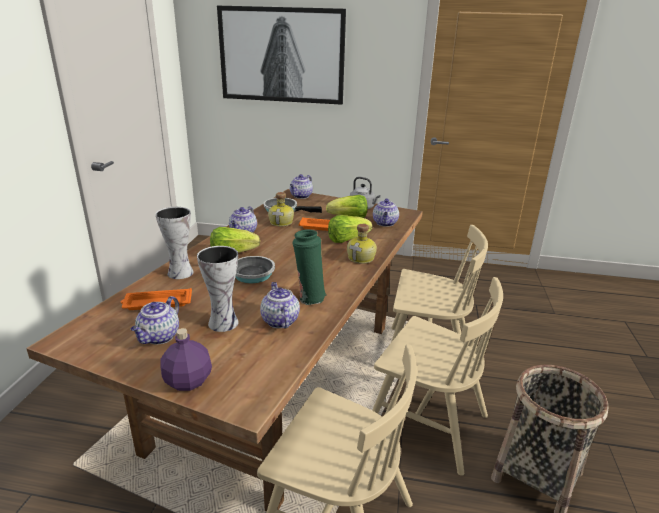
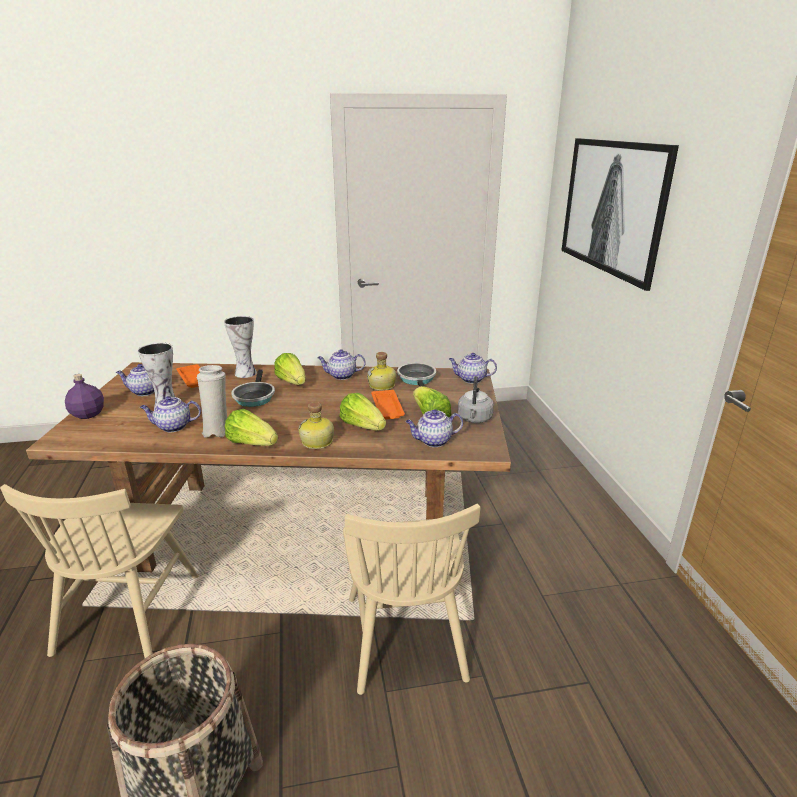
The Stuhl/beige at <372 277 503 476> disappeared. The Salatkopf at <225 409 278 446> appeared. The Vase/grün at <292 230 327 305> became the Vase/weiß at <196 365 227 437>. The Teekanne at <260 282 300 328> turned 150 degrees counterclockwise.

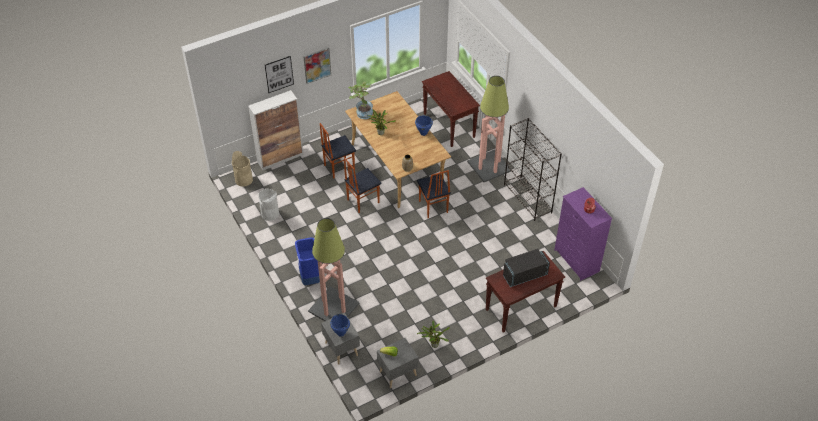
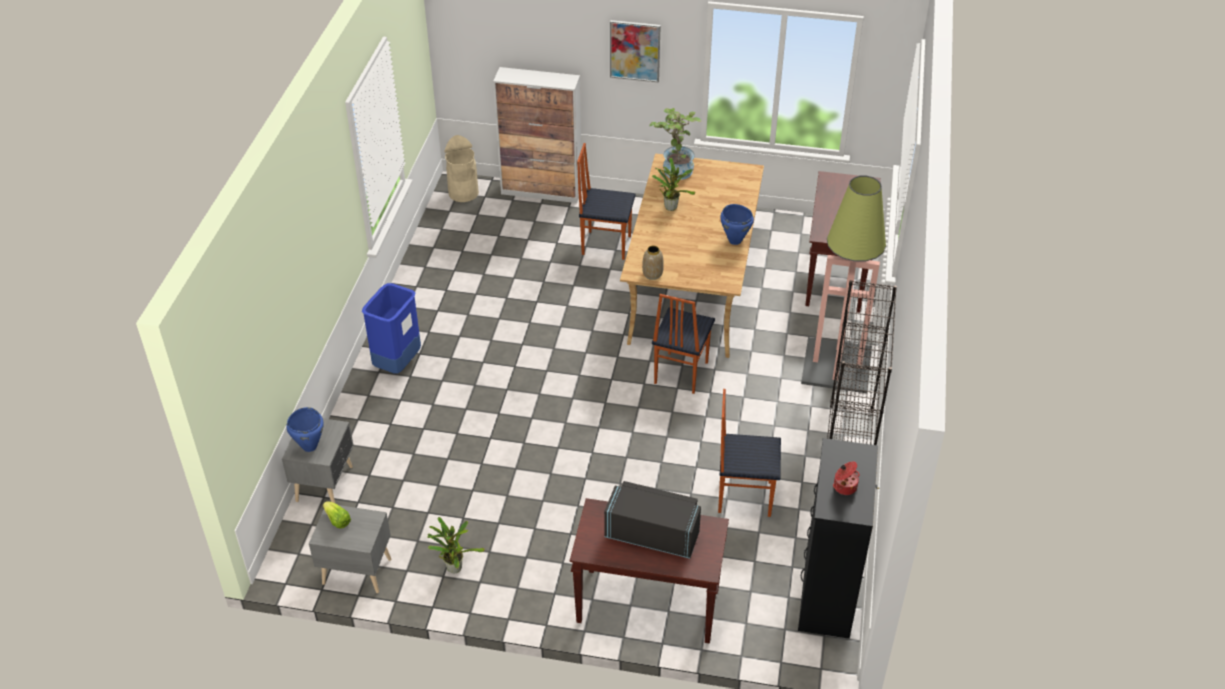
The Mülleimer/weiß at <258 189 279 221> disappeared. The Bild at <265 56 294 93> disappeared. The Stehlampe at <308 218 360 321> disappeared. The Stuhl moved from <344 158 381 213> to <718 389 781 517>. The Kommode/lila at <554 187 612 281> became the Kommode/schwarz at <798 438 879 639>.

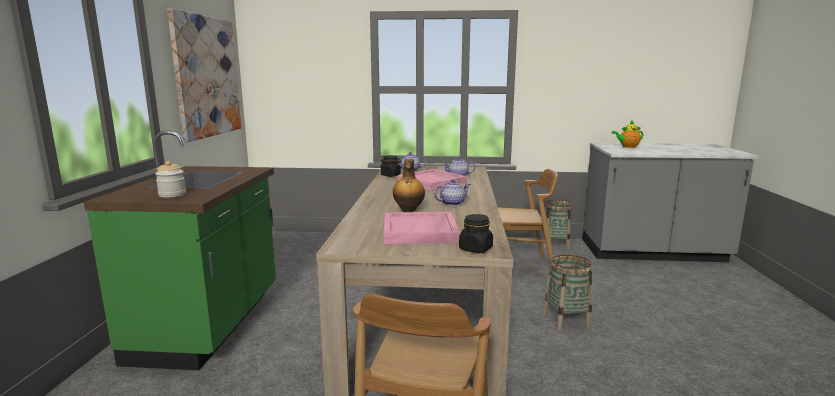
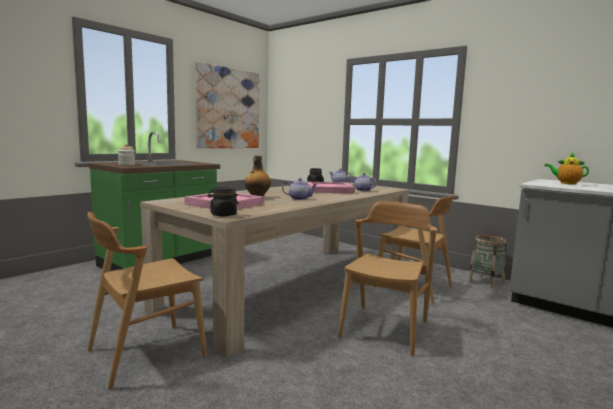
The Korb at <543 254 592 330> was replaced by the Stuhl/braun at <338 201 437 357>.

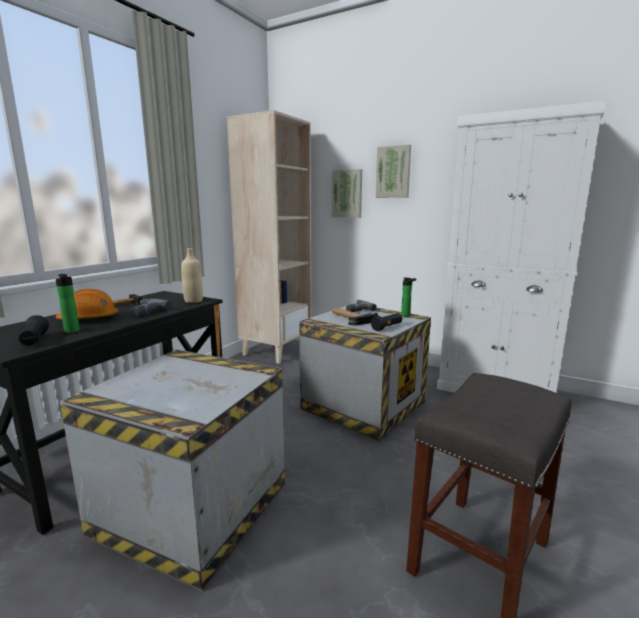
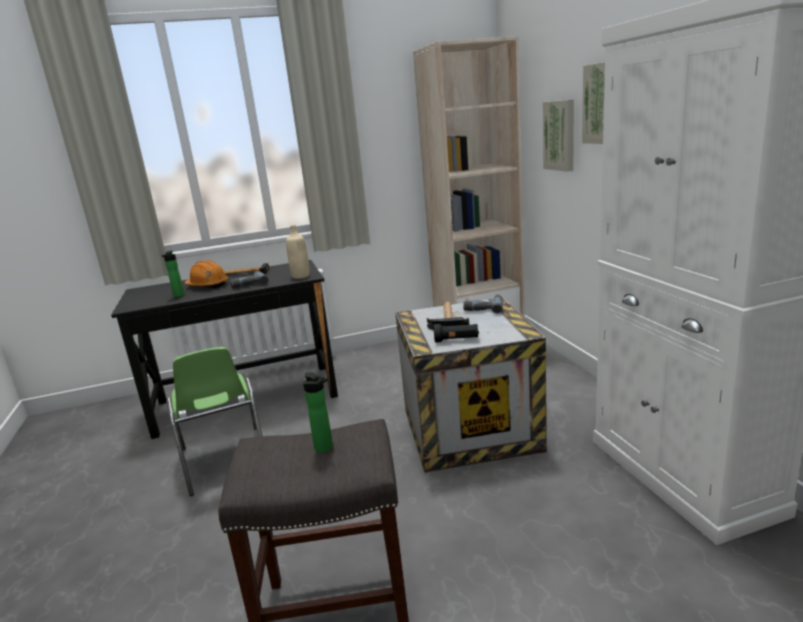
The Taschenlampe/schwarz at <18 315 49 345> disappeared. The Flasche moved from <401 277 416 317> to <303 372 333 453>. The Kiste at <60 349 285 592> was replaced by the Stuhl/grün at <166 347 263 496>.

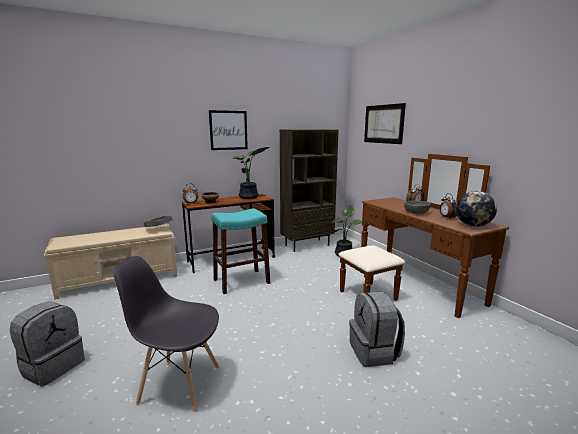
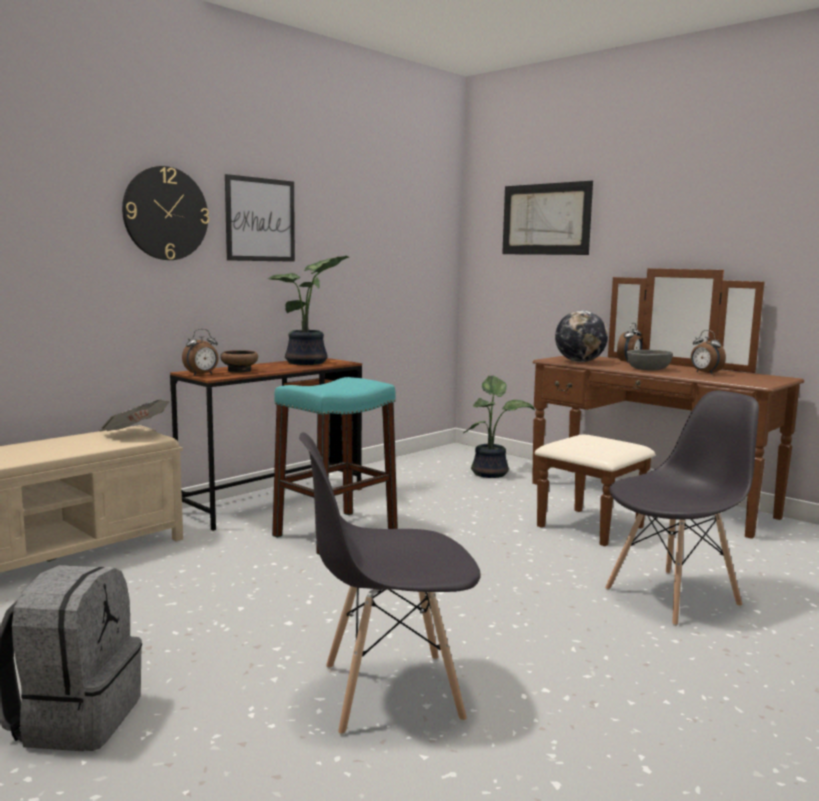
The Bücherregal/braun at <280 129 339 252> disappeared. The Wanduhr at <122 166 209 260> appeared. The Globus moved from <456 191 497 227> to <555 310 608 362>. The Rucksack/grau at <349 291 405 367> was replaced by the Stuhl/grau at <605 391 759 626>.

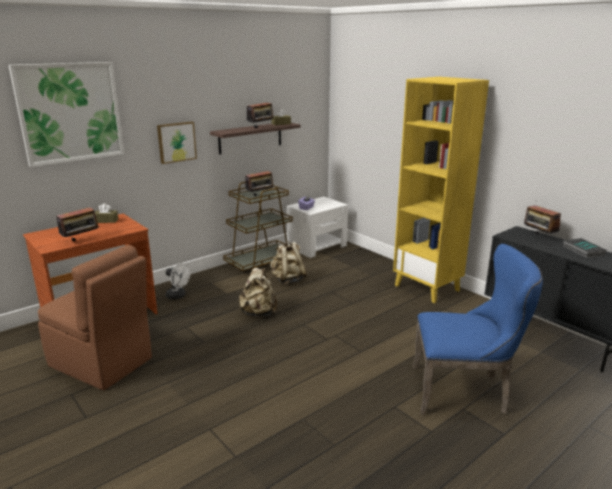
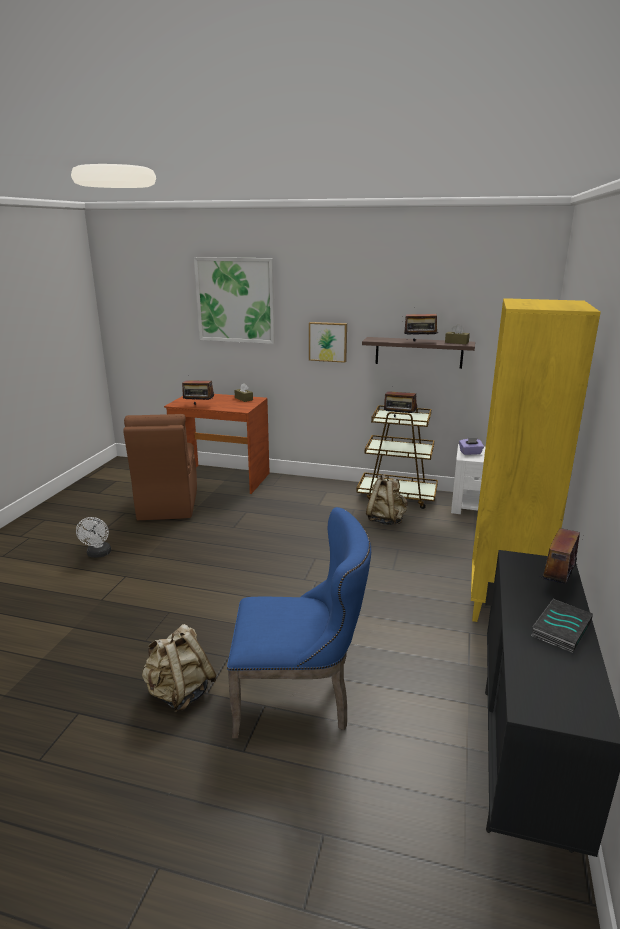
The Ventilator/weiß moved from <166 263 190 299> to <76 517 111 558>. The Rucksack/beige moved from <239 268 277 316> to <142 624 216 712>. The Stuhl/blau at <413 244 543 415> turned 60 degrees counterclockwise.

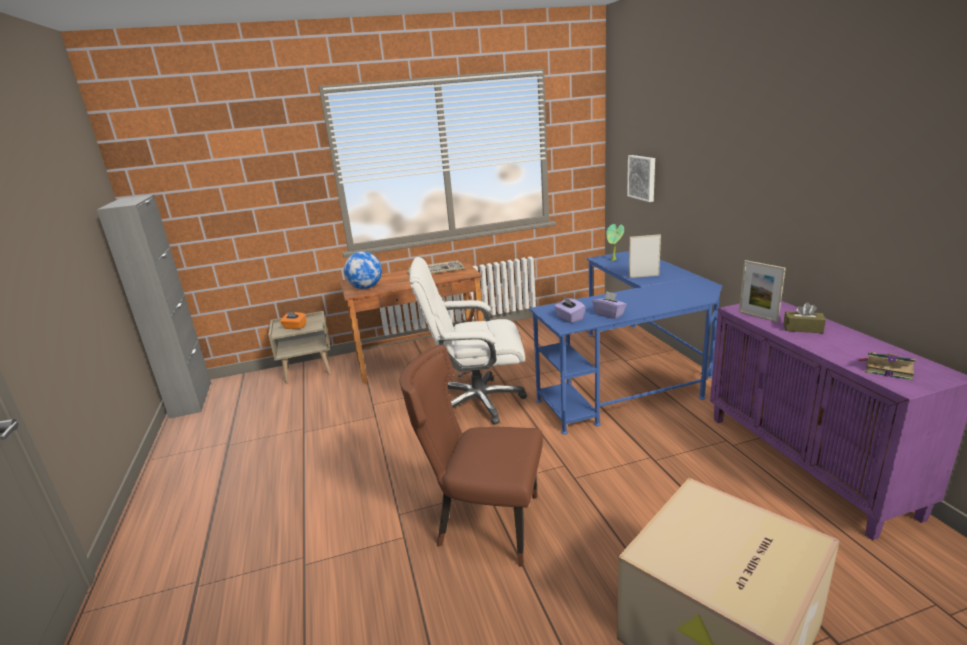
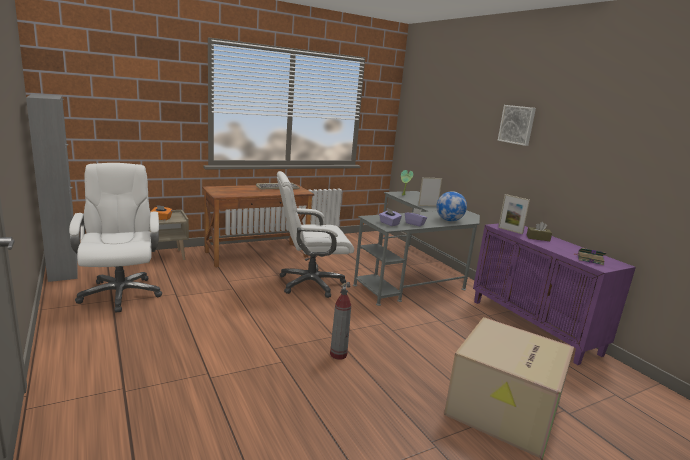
The Bürostuhl/weiß at <69 163 162 312> appeared. The Globus moved from <344 251 382 289> to <436 191 467 221>. The Bild moved from <627 155 655 202> to <498 105 536 146>. The Stuhl/braun at <400 345 543 567> was replaced by the Feuerlöscher at <330 282 351 360>. The Schreibtisch/blau at <530 251 722 435> became the Schreibtisch/grau at <353 191 480 306>.

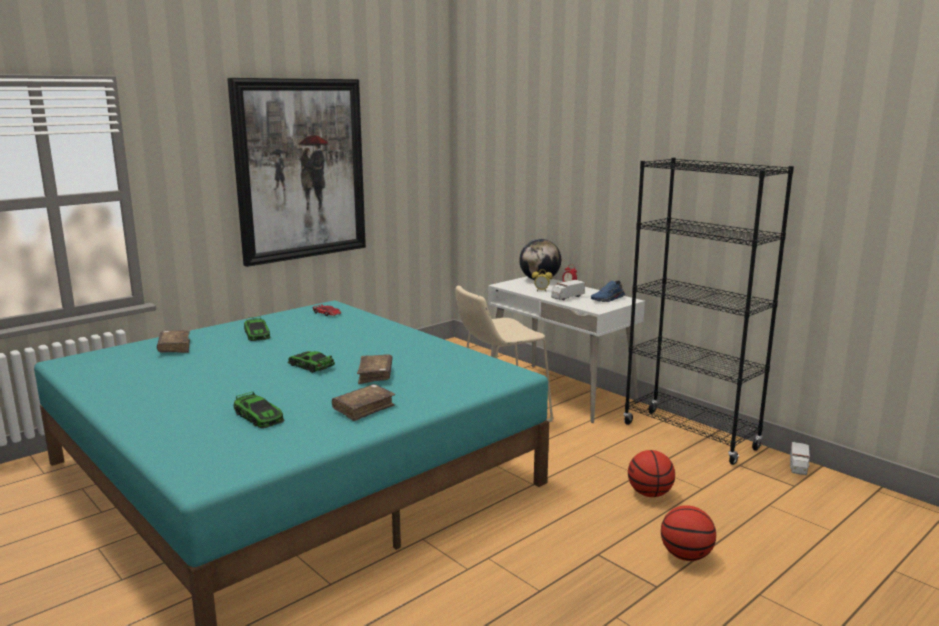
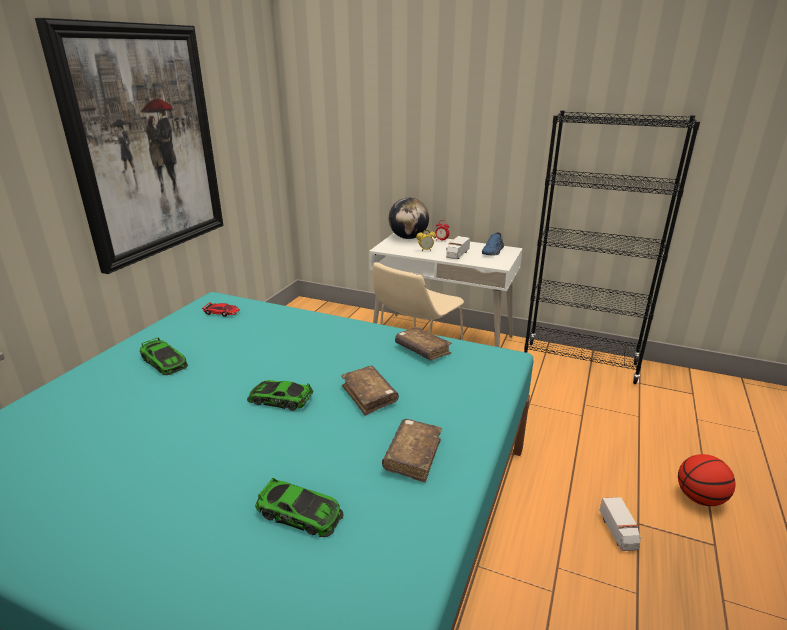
The Basketball at <628 450 675 497> disappeared. The Buch/braun moved from <157 330 190 353> to <395 327 452 361>. The Spielzeuglaster moved from <790 442 810 475> to <599 497 641 551>.

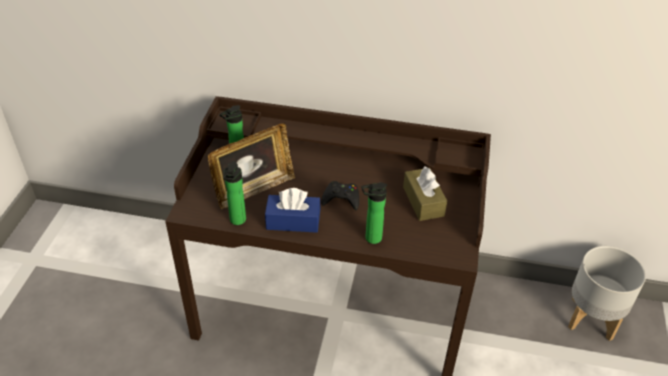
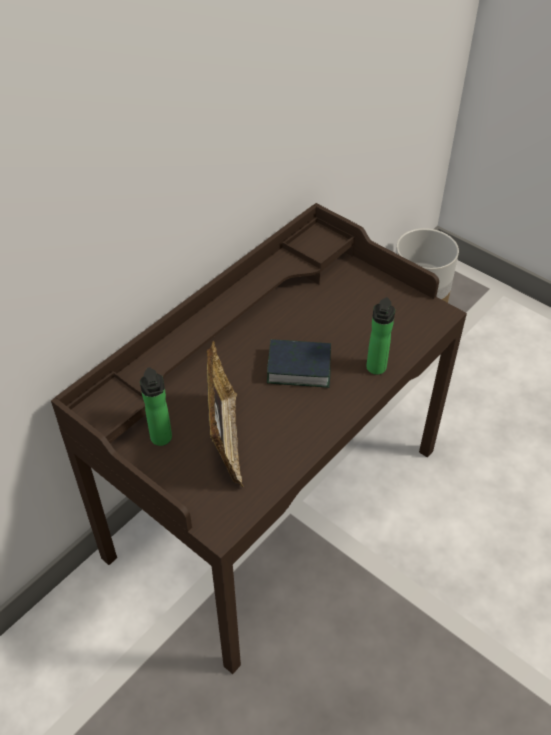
The Flasche at <223 161 246 225> disappeared. The Taschentuchbox/blau at <265 188 321 233> disappeared. The Taschentuchbox/braun at <403 166 447 221> disappeared. The Gamepad/schwarz at <321 181 359 210> was replaced by the Buch at <267 339 331 388>.

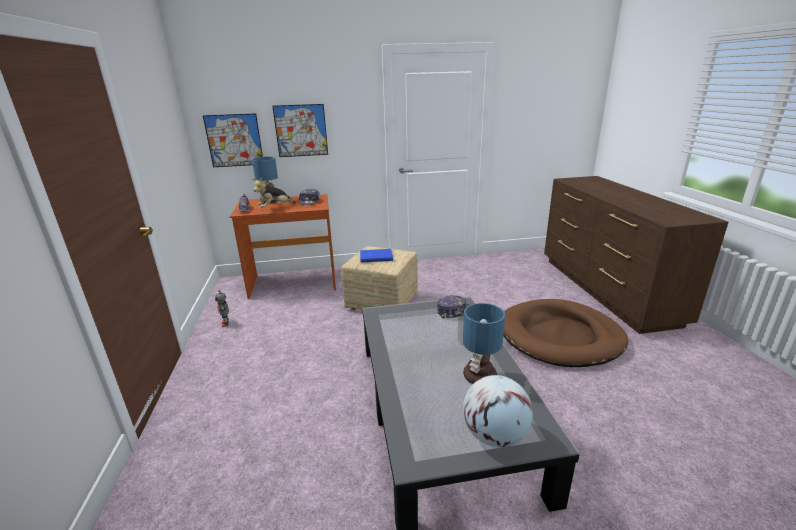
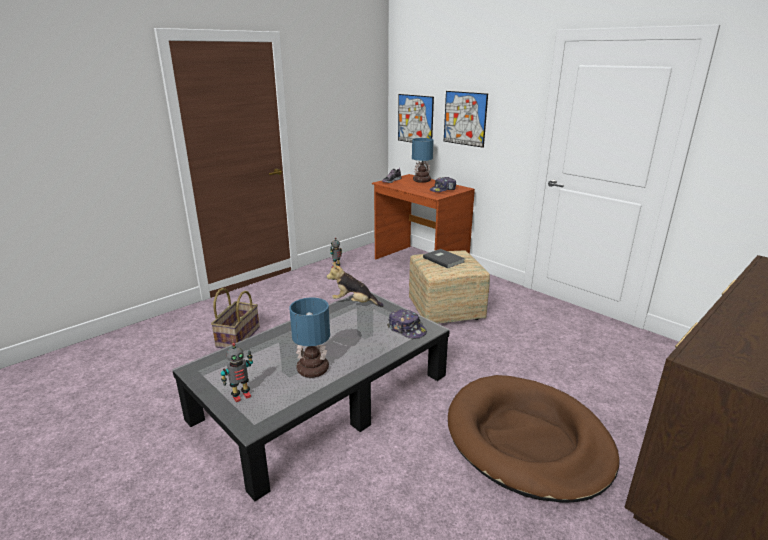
The Korb at <211 288 260 348> appeared. The Plüschtier moved from <253 178 296 208> to <327 262 384 307>. The Globus at <463 375 533 447> was replaced by the Spielzeugroboter at <221 343 253 402>. The Buch/blau at <360 249 393 263> became the Buch/grau at <423 249 465 268>.

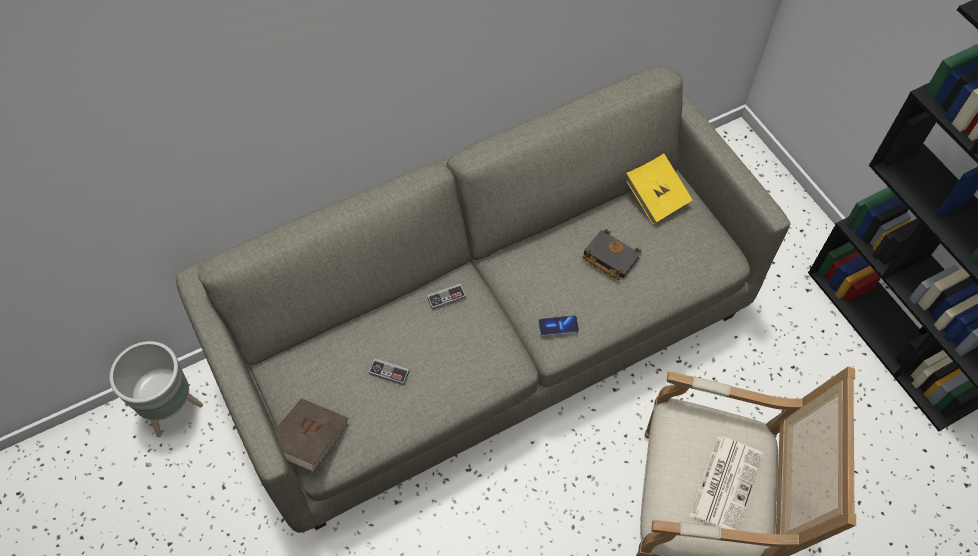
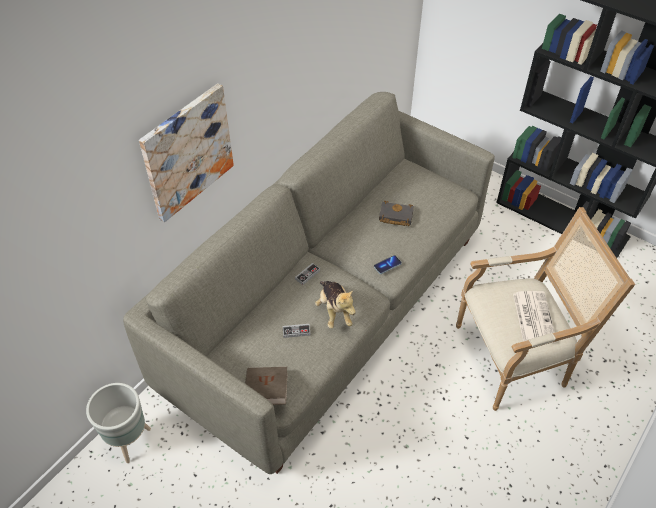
The Buch/gelb at <626 153 693 224> disappeared. The Bild at <139 83 234 223> appeared. The Plüschtier at <315 281 356 329> appeared.

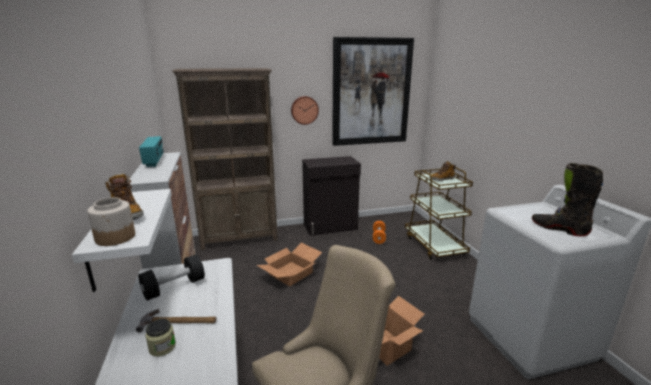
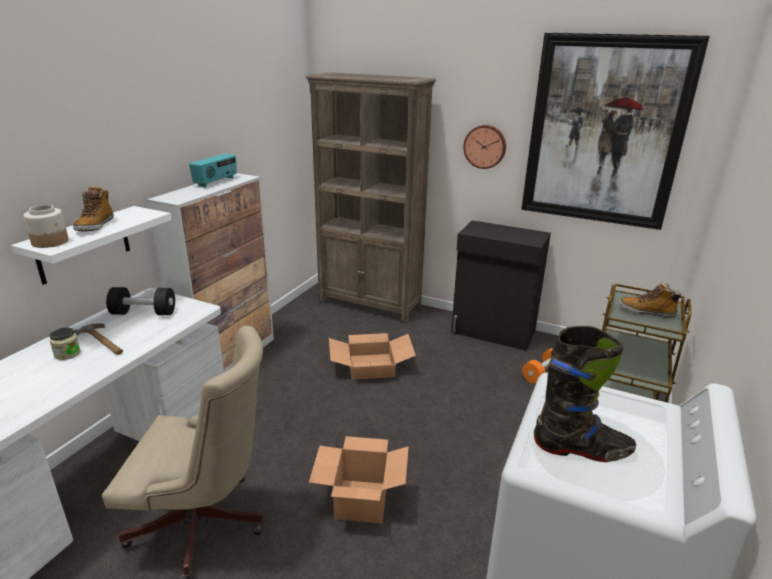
The Stiefel/schwarz at <532 163 603 236> turned 105 degrees clockwise.

